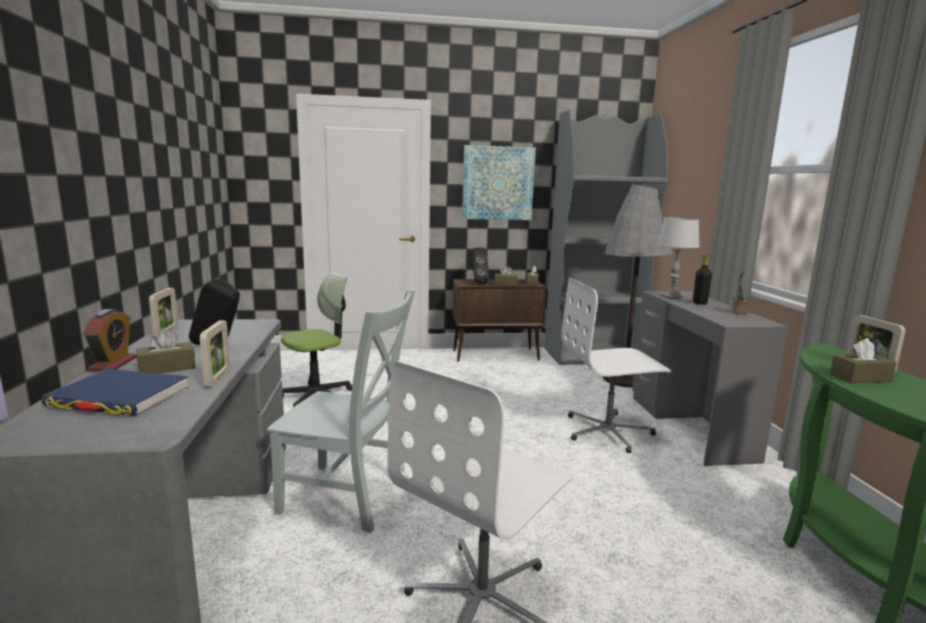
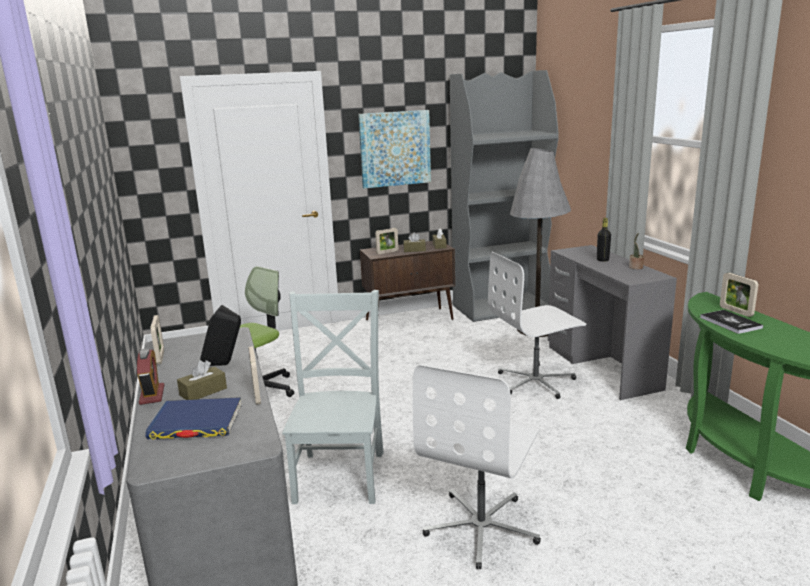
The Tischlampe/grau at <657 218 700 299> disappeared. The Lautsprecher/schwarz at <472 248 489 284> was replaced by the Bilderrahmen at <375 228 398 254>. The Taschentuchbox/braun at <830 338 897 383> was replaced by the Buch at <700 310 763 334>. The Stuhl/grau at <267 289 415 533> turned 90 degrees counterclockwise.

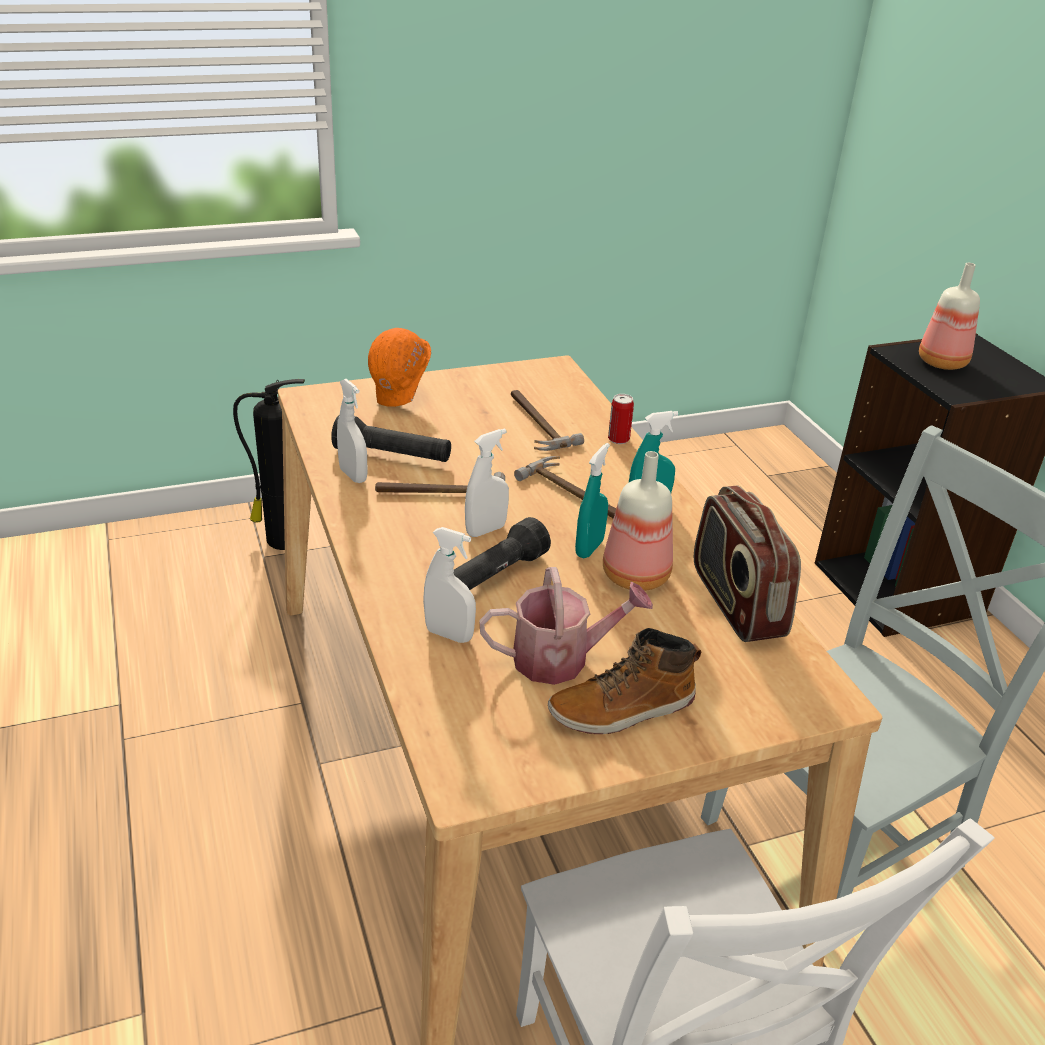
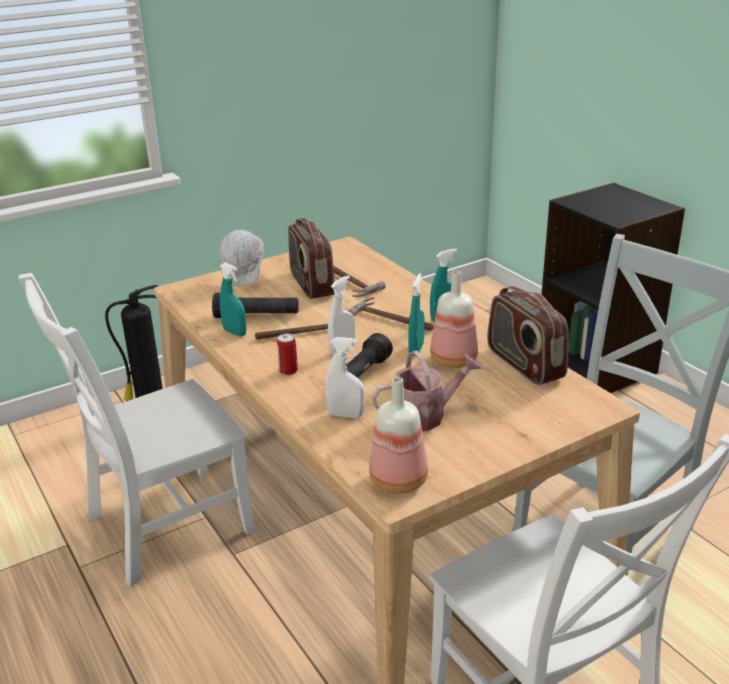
The Stiefel at <548 628 701 734> disappeared. The Stuhl/weiß at <19 273 255 587> appeared. The Radio at <288 218 335 299> appeared. The Dose moved from <608 394 634 444> to <277 333 298 376>. The Flasche moved from <919 263 980 370> to <369 377 428 494>. The Sprühflasche/weiß at <337 379 368 483> became the Sprühflasche/türkis at <220 263 247 336>. The Schutzhelm/orange at <368 328 431 407> became the Schutzhelm/weiß at <220 230 264 287>.

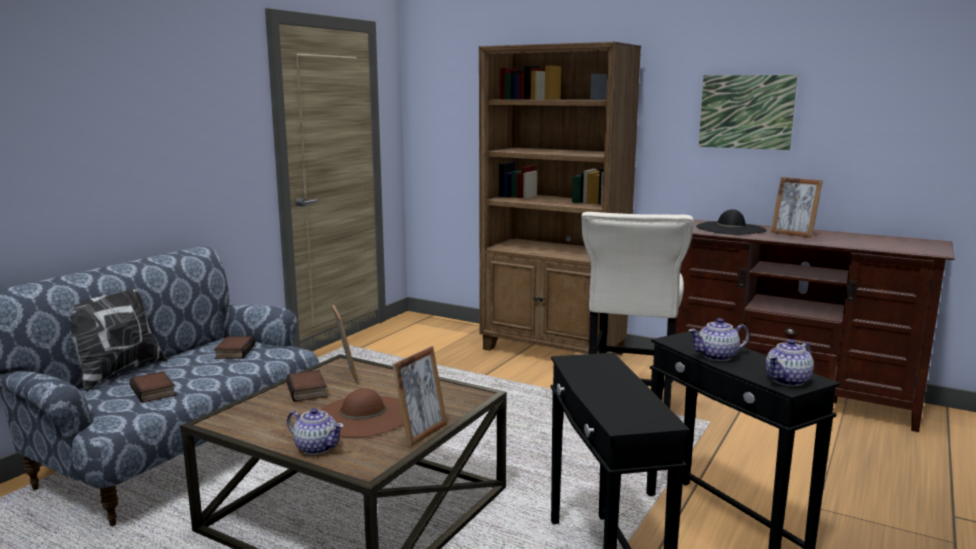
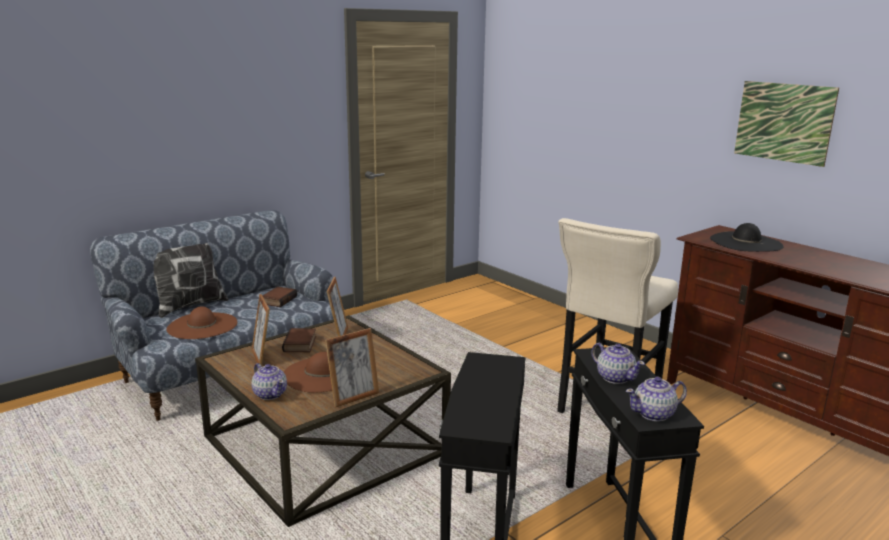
The Bücherregal/braun at <479 42 641 355> disappeared. The Bilderrahmen moved from <771 177 823 238> to <252 294 270 366>. The Buch at <130 371 176 403> was replaced by the Hut/braun at <166 306 237 339>. The Teekanne at <688 318 749 361> turned 135 degrees counterclockwise.

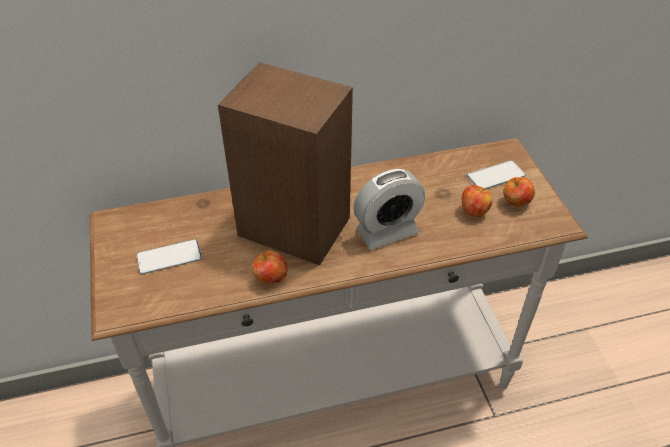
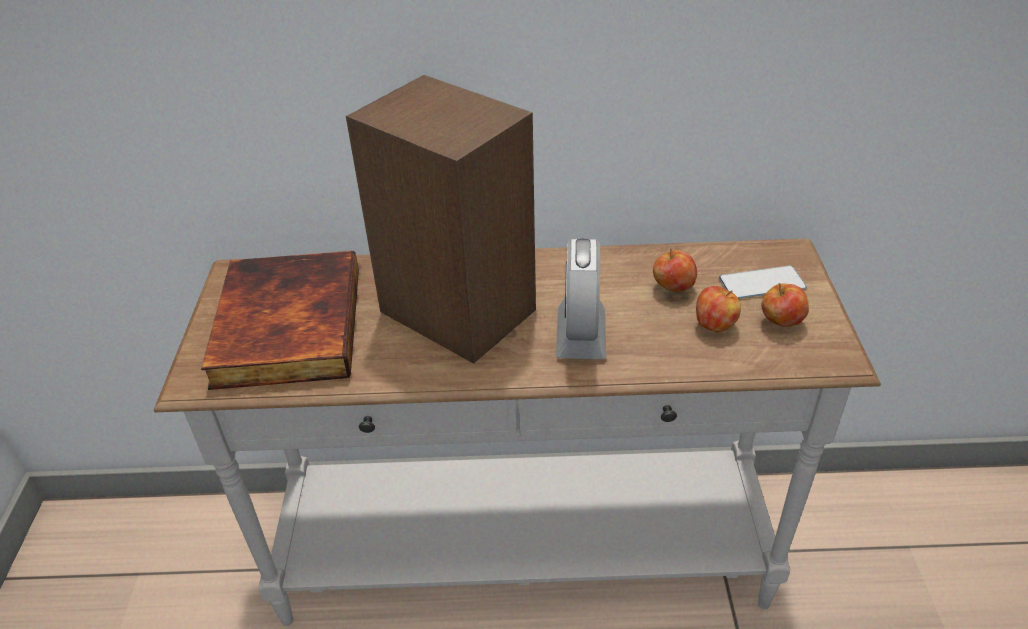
The Apfel moved from <252 250 288 284> to <653 249 697 292>. The Handy at <136 239 202 274> was replaced by the Buch at <201 251 359 390>. The Wecker at <354 169 425 250> turned 105 degrees clockwise.

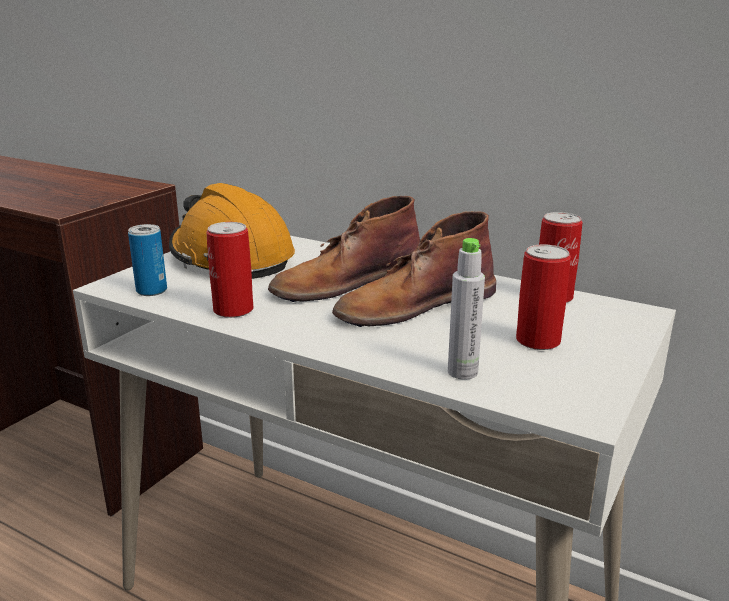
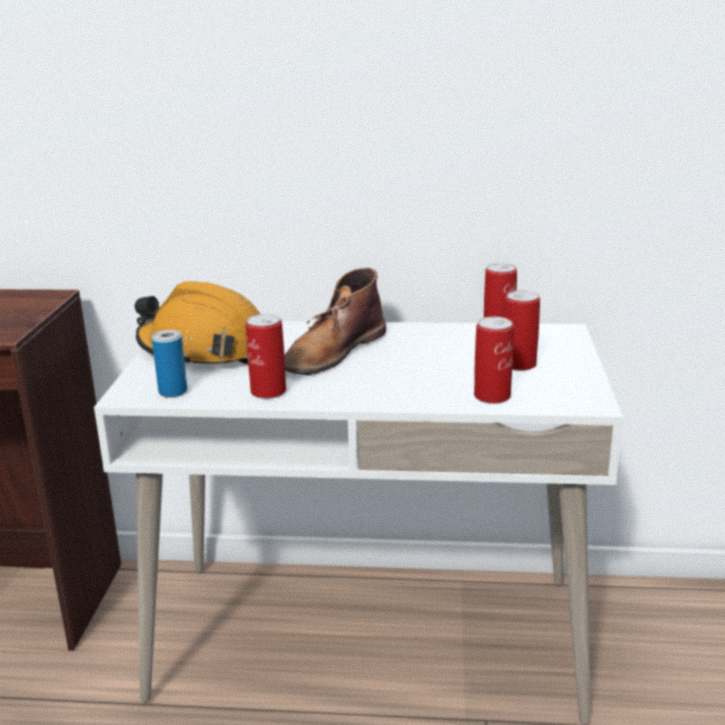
The Stiefel/braun at <332 211 496 327> disappeared. The Flasche/grau at <448 238 485 380> was replaced by the Dose at <474 317 514 404>.

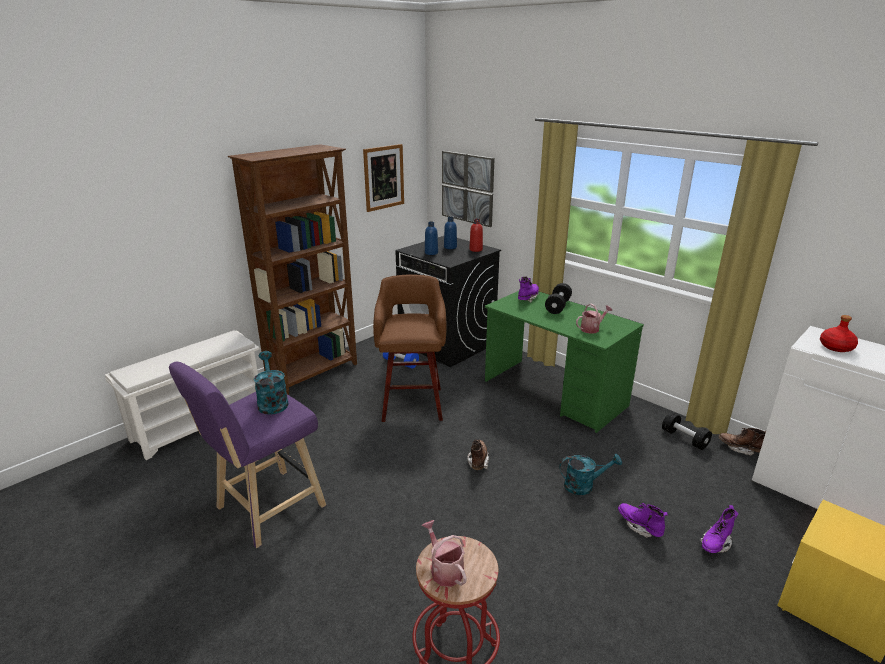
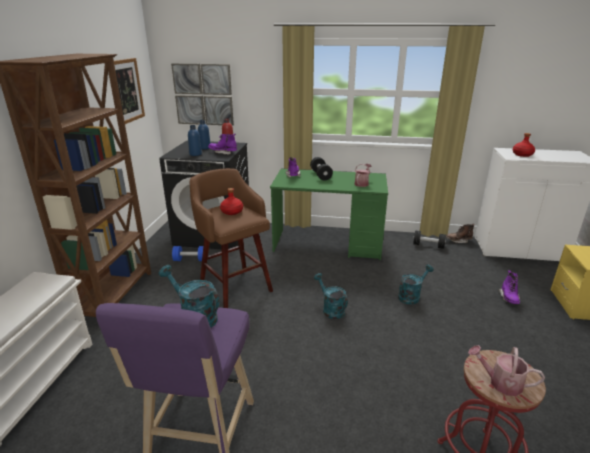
The Flasche/rot at <220 188 243 215> appeared. The Stiefel/lila moved from <618 503 668 538> to <208 134 237 155>. The Stiefel/braun at <468 440 489 470> was replaced by the Gießkanne/türkis at <314 273 348 319>.

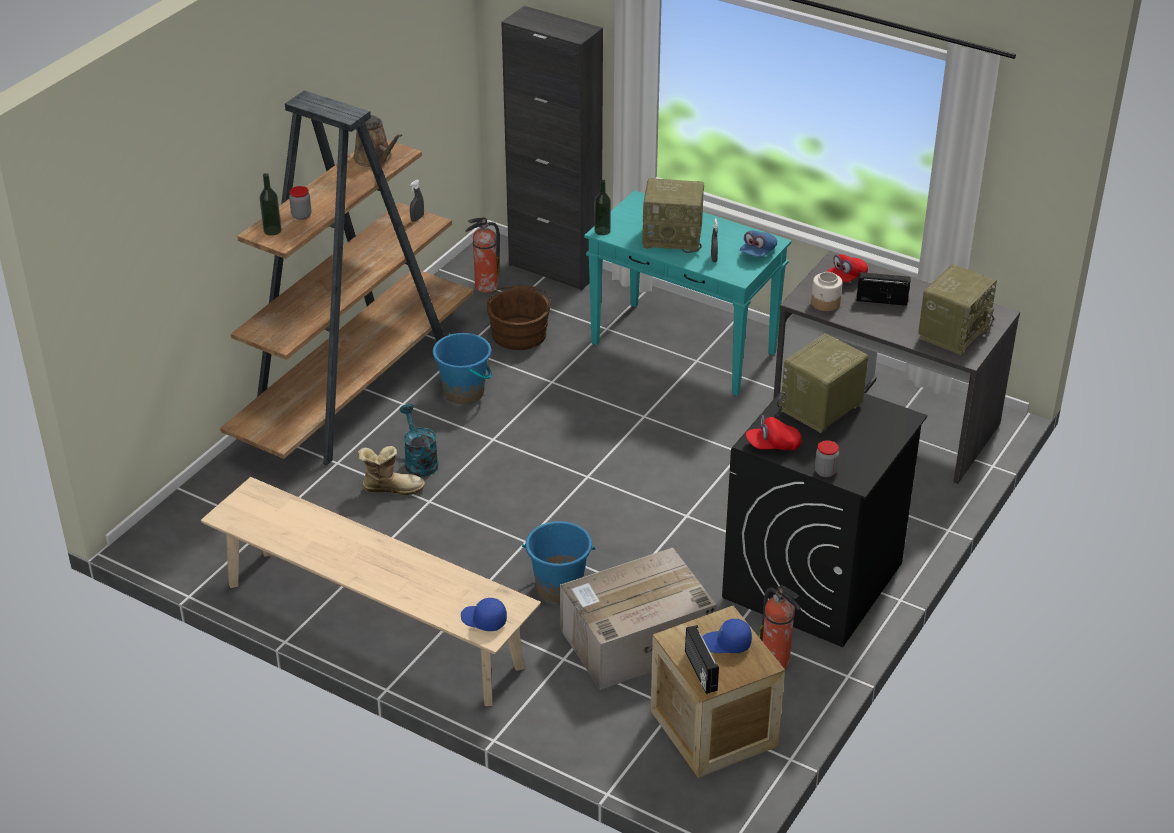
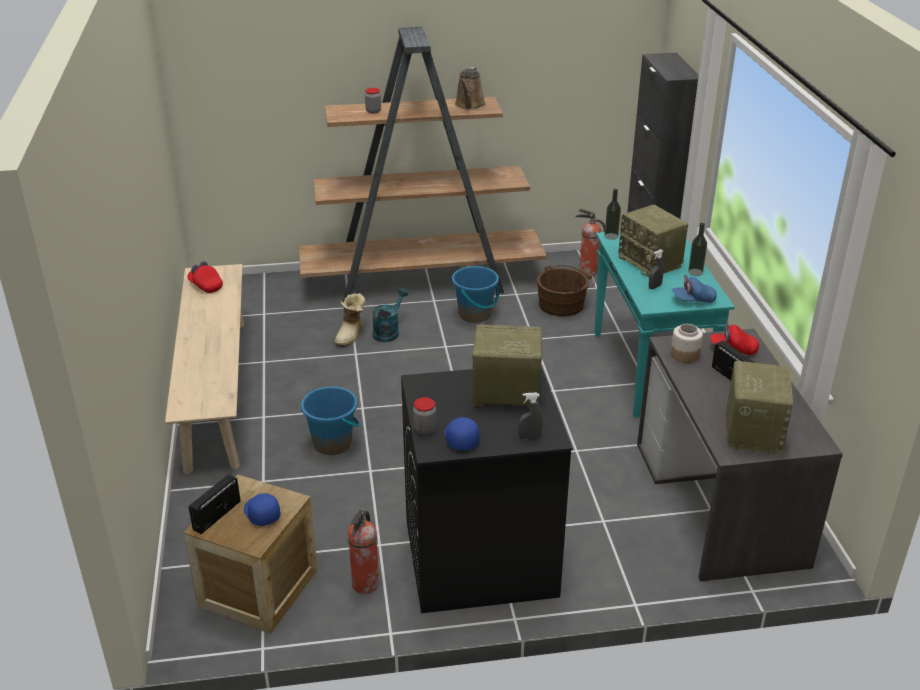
The Karton at <560 548 716 690> disappeared. The Flasche moved from <259 173 282 236> to <688 223 707 276>. The Sprühflasche/grau moved from <410 179 424 222> to <518 393 543 439>. The Kappe/blau moved from <461 598 507 631> to <444 417 480 450>. The Kappe/rot moved from <746 415 801 450> to <187 261 223 293>. The Stiefel at <357 446 425 495> turned 60 degrees clockwise. The Radio at <918 264 997 355> turned 75 degrees counterclockwise.

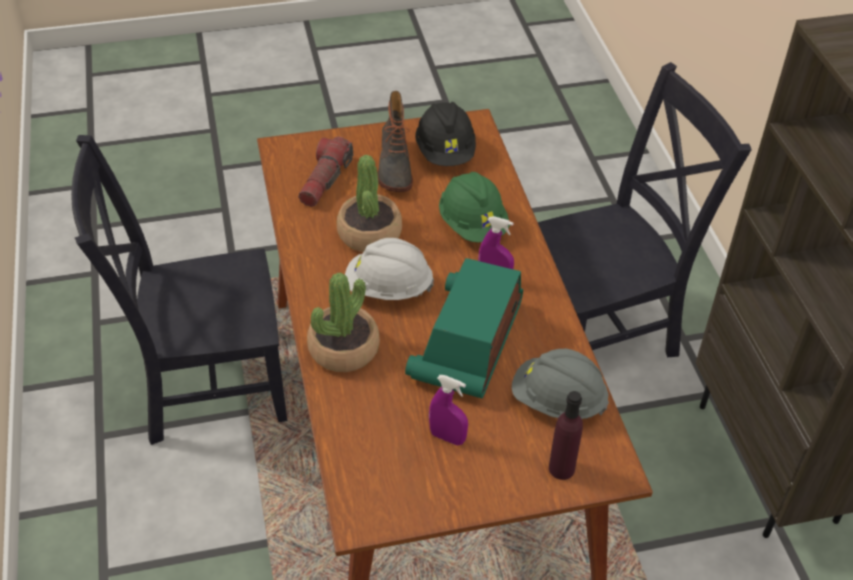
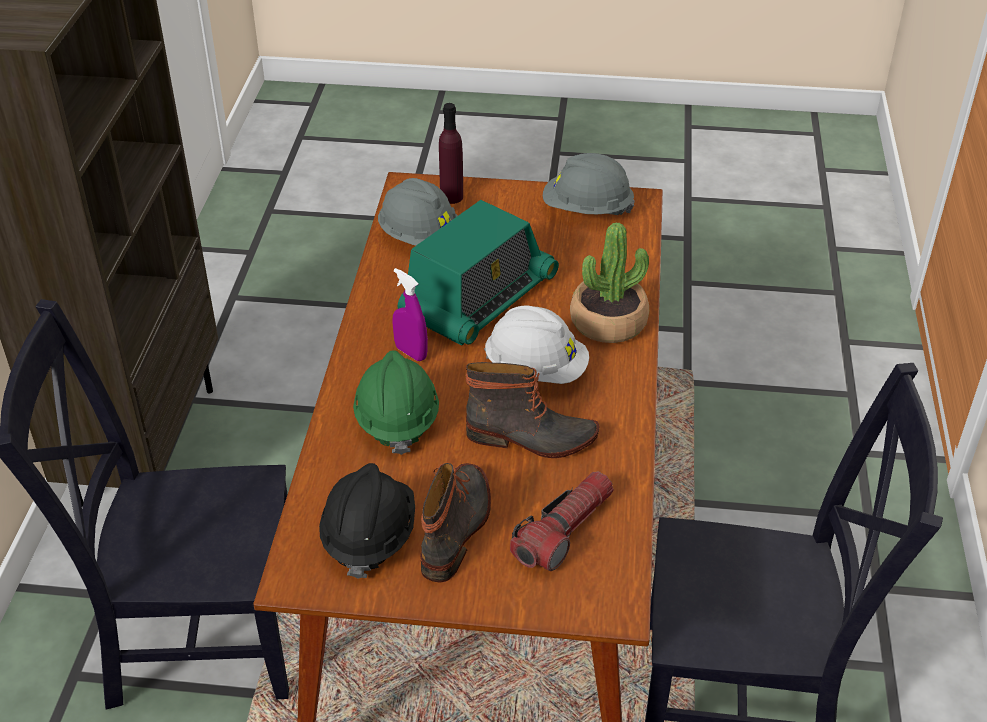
The Sprühflasche/lila at <429 375 468 445> disappeared. The Schutzhelm/grau at <543 153 635 215> appeared. The Topfpflanze at <337 155 402 252> was replaced by the Stiefel at <466 362 599 458>.

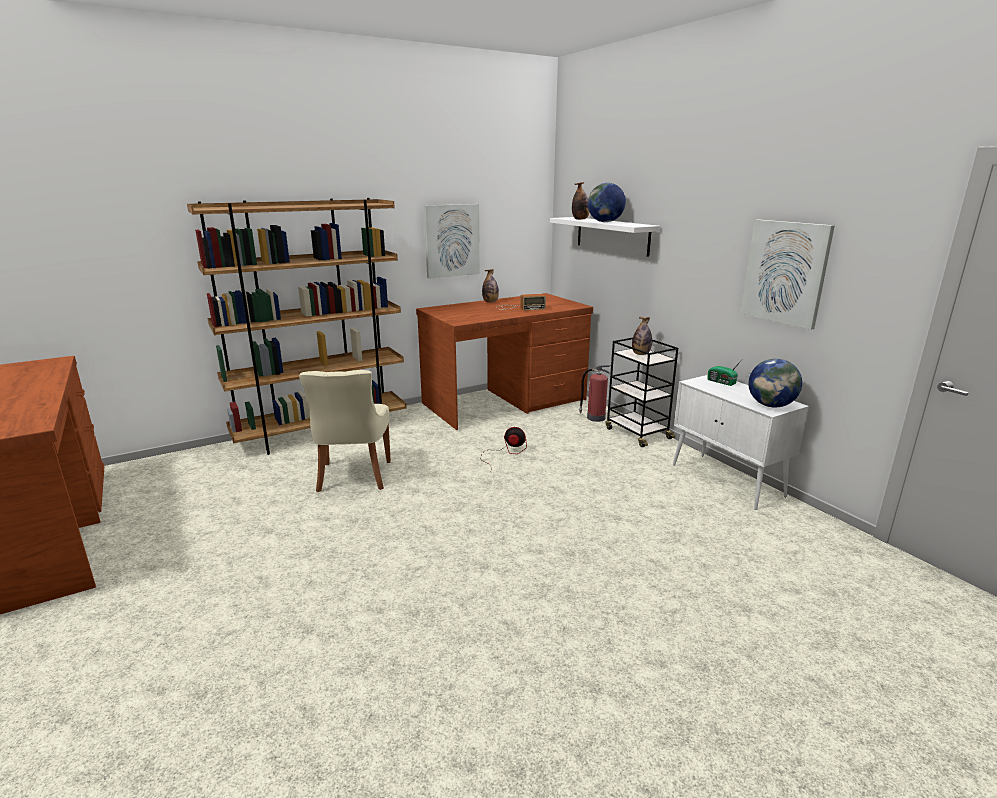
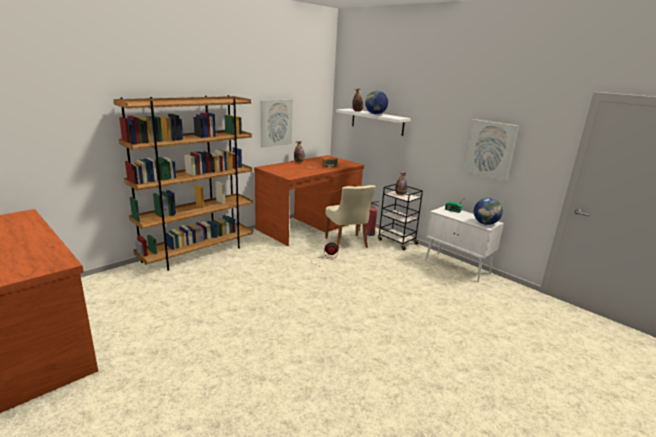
The Stuhl/beige moved from <299 370 391 492> to <325 185 376 250>.

